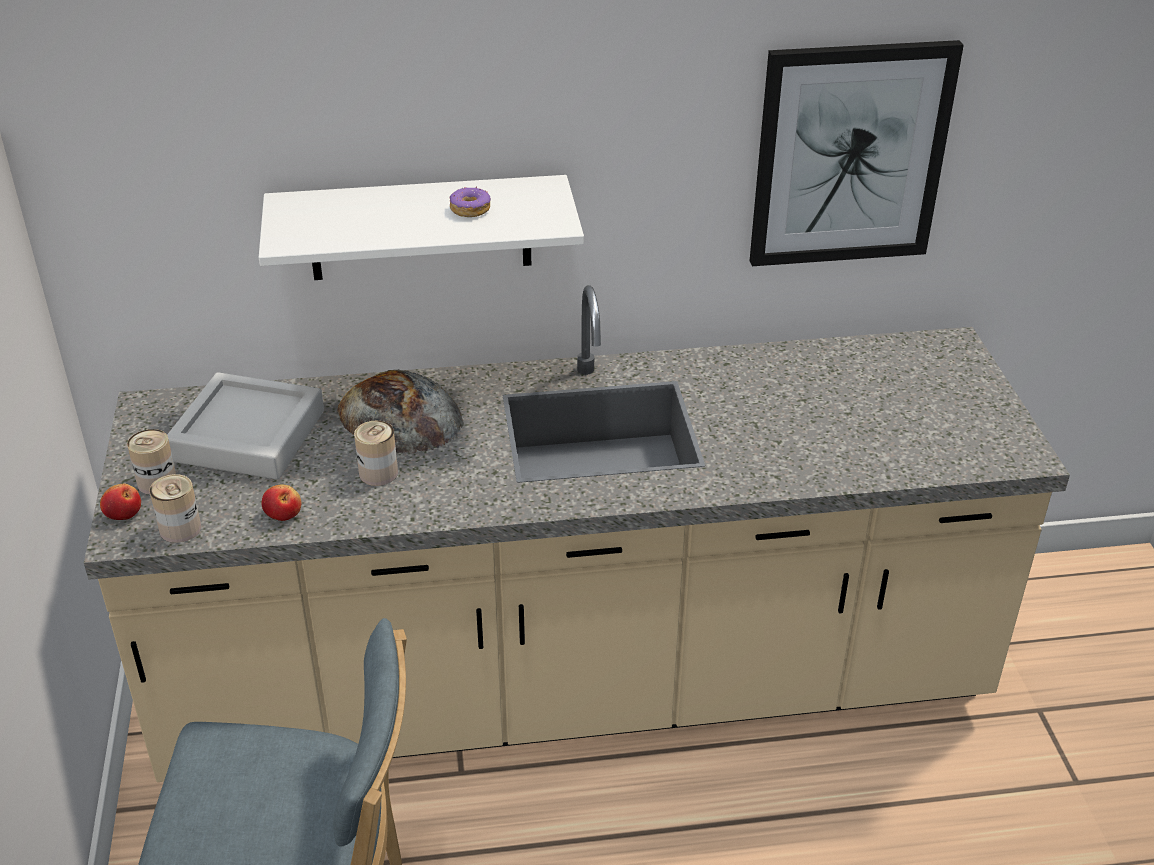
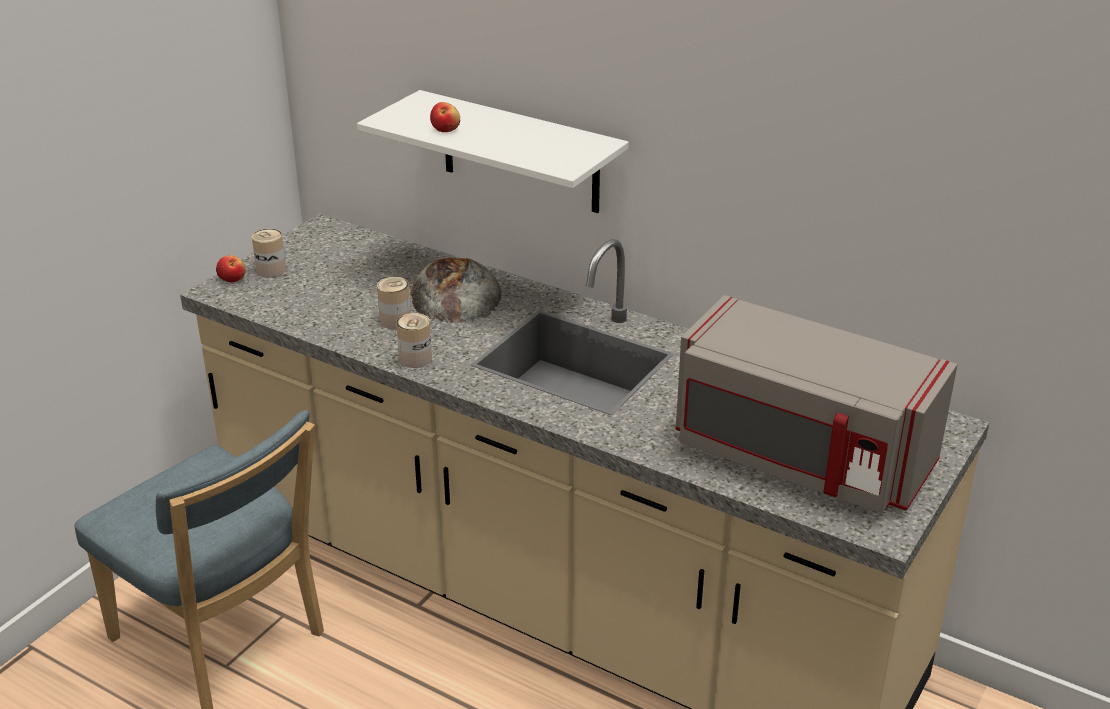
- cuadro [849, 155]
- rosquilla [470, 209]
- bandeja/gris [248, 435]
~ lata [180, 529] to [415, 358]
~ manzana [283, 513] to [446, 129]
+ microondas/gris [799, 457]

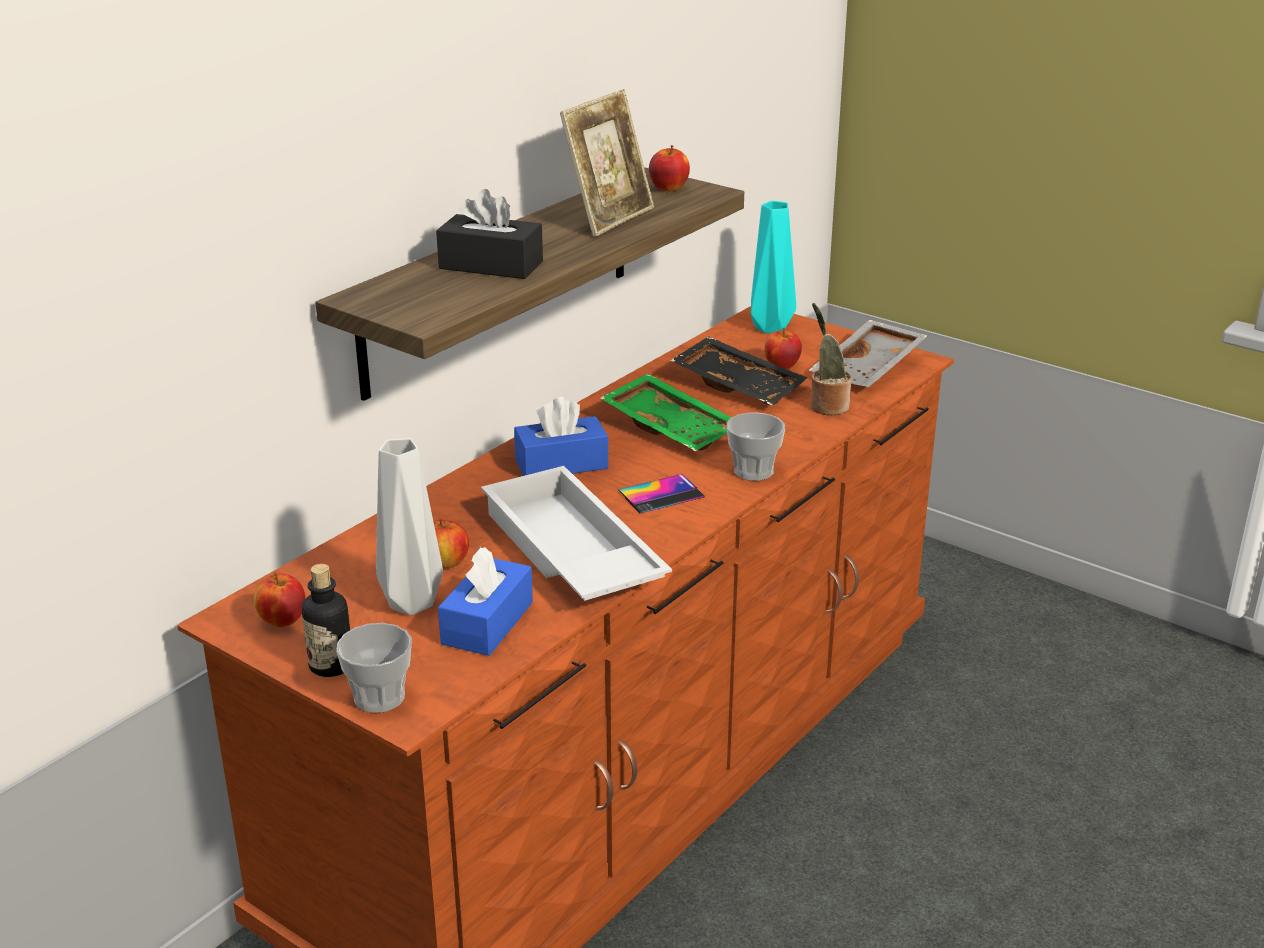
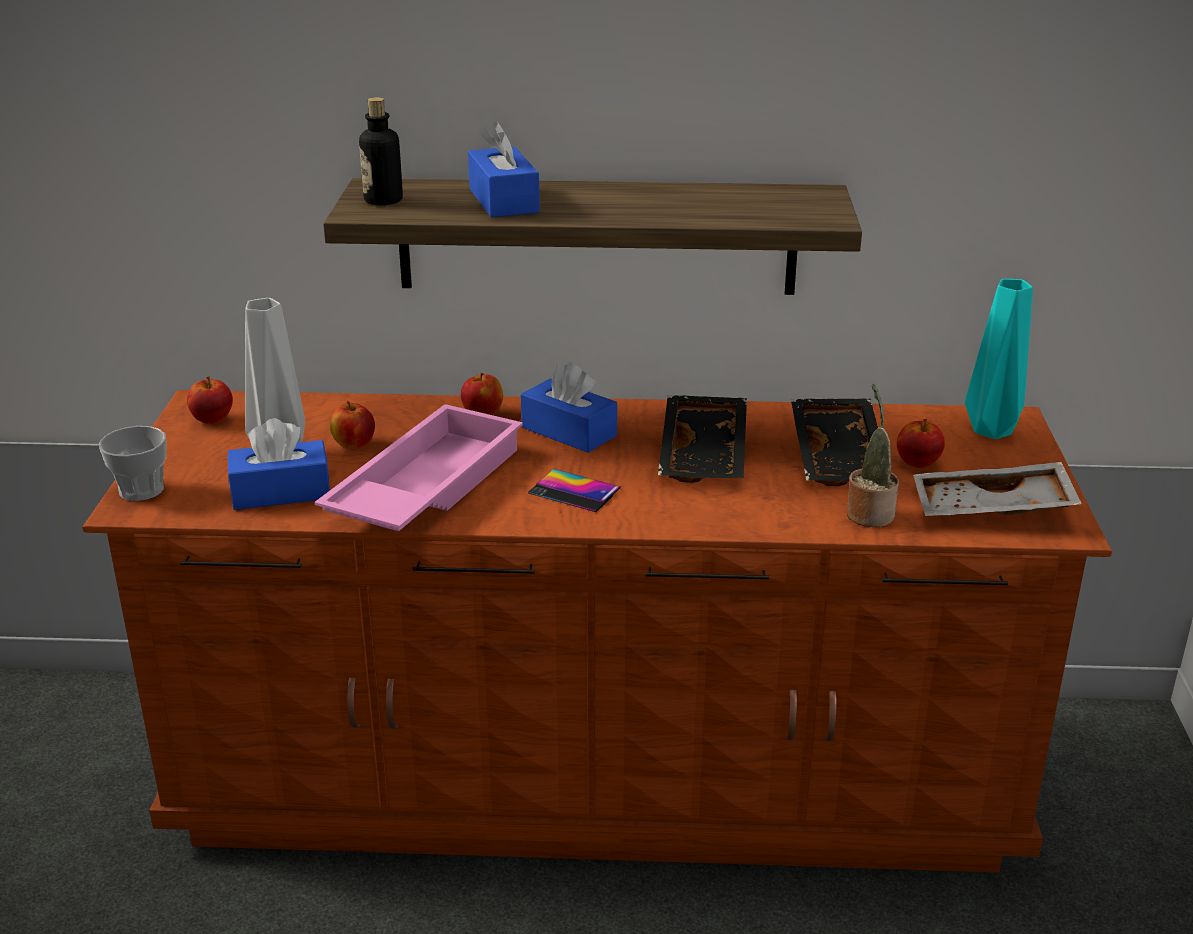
- portarretratos [609, 218]
~ manzana [668, 188] to [482, 414]
~ caja de pañuelos/negro [491, 265] to caja de pañuelos/azul [503, 201]
~ bandeja/verde [672, 427] to bandeja/negro [706, 454]
- taza [753, 471]
~ bandeja/blanco [568, 553] to bandeja/rosa [424, 486]
~ botella [331, 665] to [383, 200]

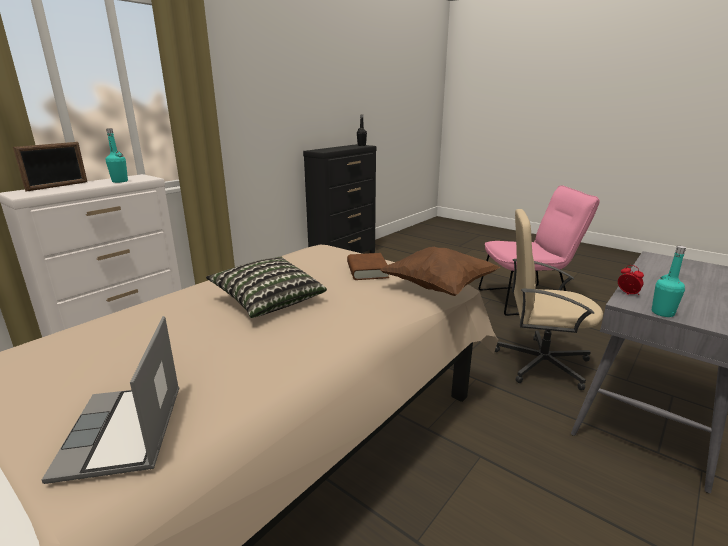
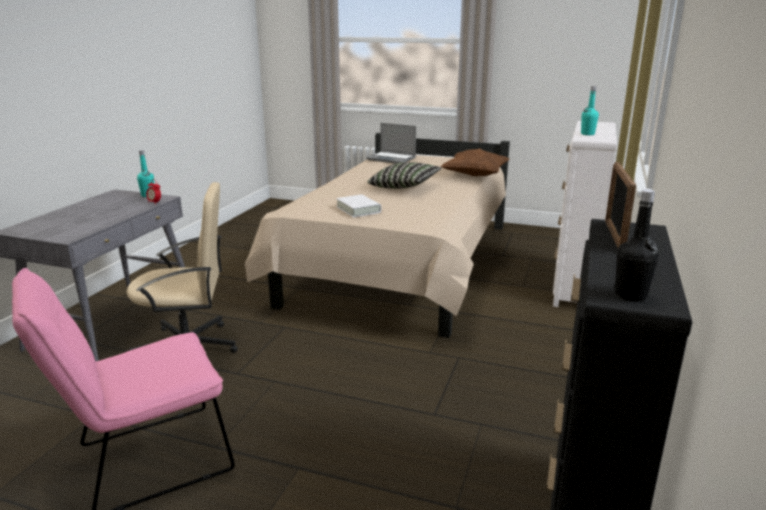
~ portarretratos [58, 186] to [614, 236]
~ cojín/marrón [439, 287] to [475, 176]
~ libro/marrón [367, 271] to libro/blanco [358, 209]
~ portátil [124, 433] = [392, 159] 150 degrees clockwise

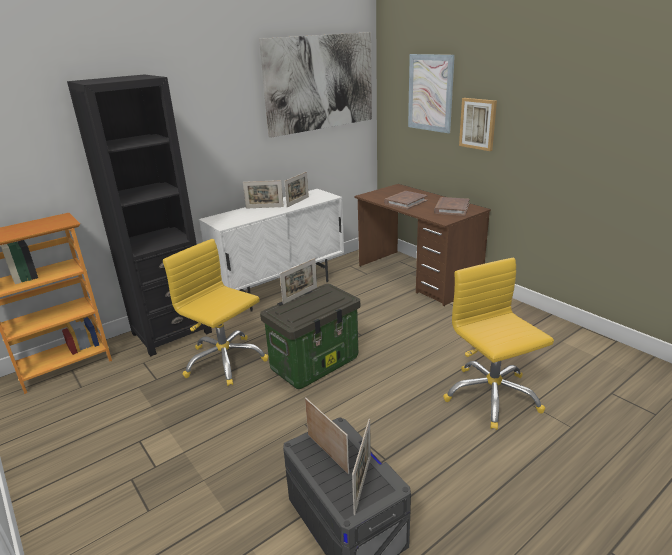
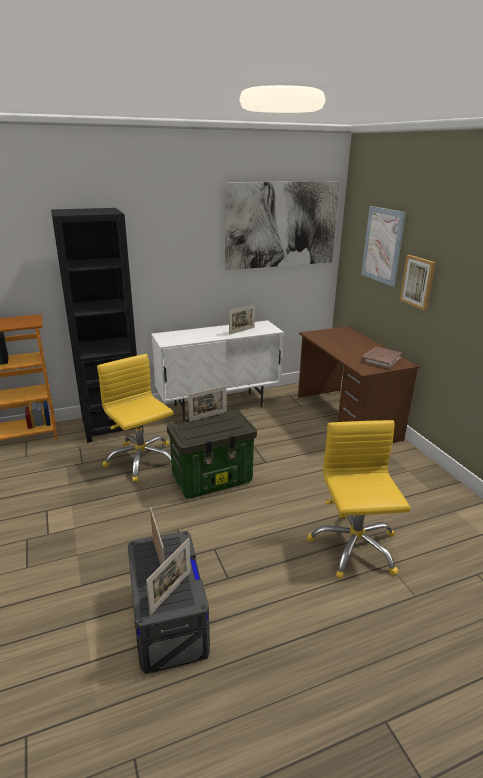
- portarretratos [264, 207]
- libro/marrón [405, 202]

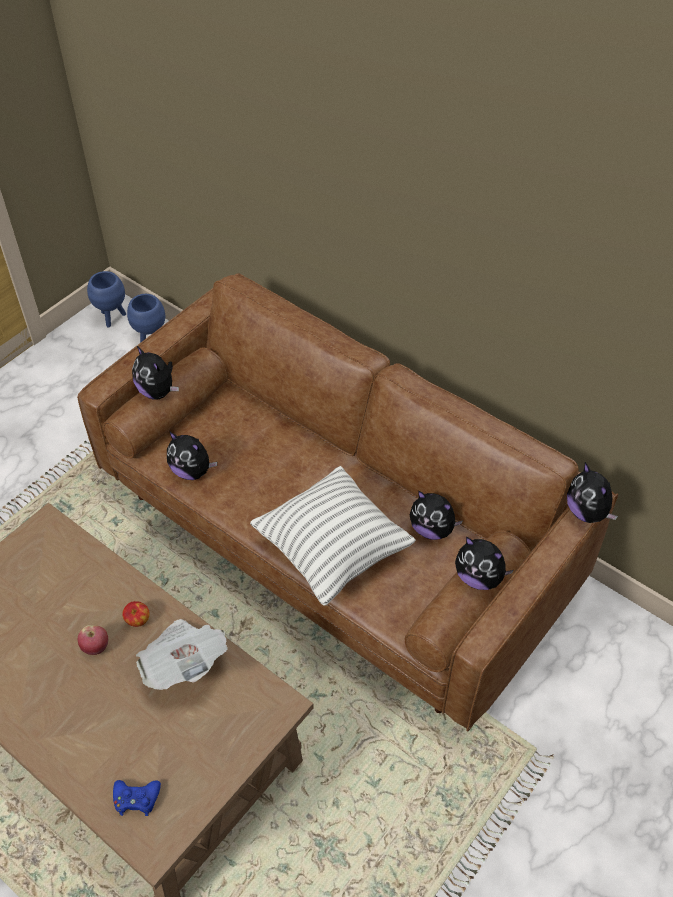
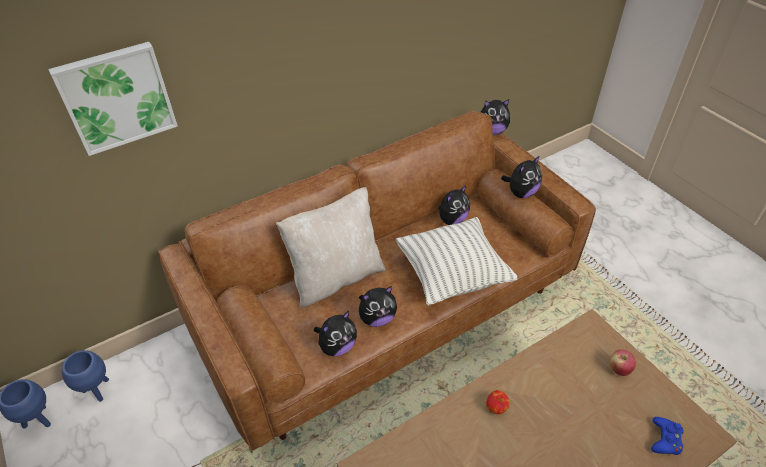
~ peluche [158, 391] to [377, 318]
- periódico [184, 663]
~ manzana [96, 647] to [618, 369]
+ cuadro [116, 97]
+ cojín/beis [336, 277]

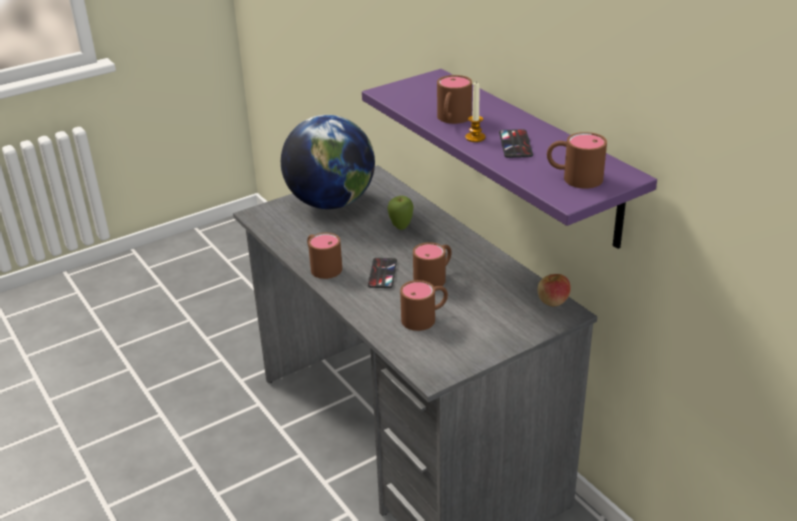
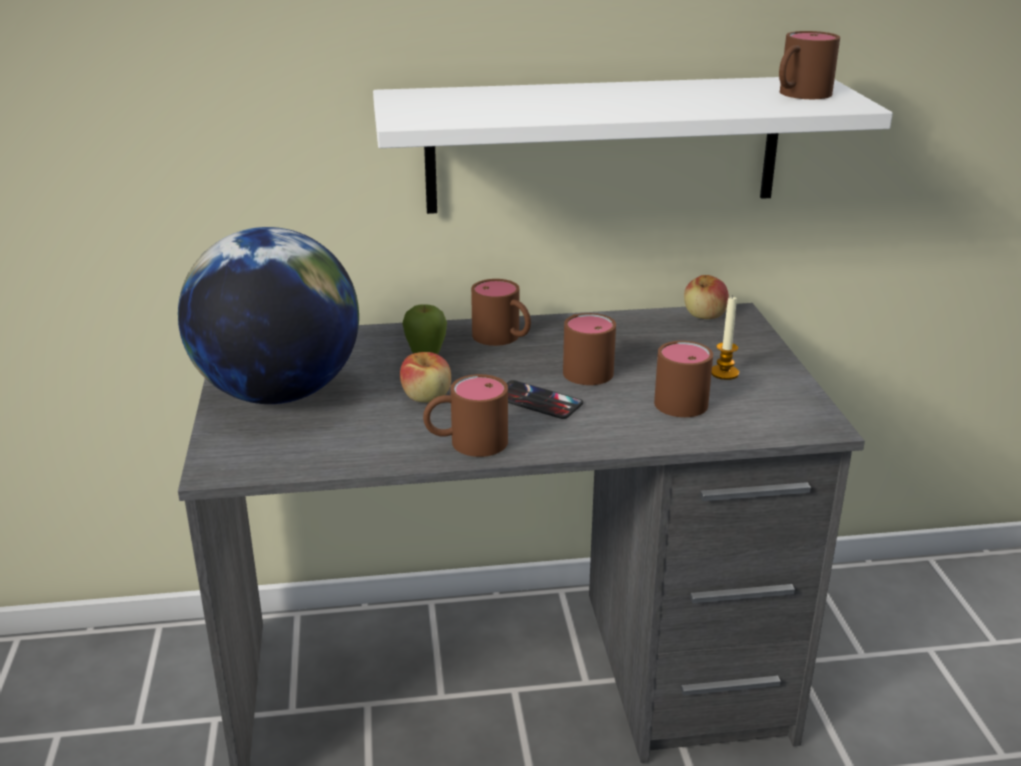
~ estante/morado [534, 156] to estante/blanco [603, 144]
~ taza grande/marrón [452, 119] to [504, 338]
~ vela [475, 137] to [724, 373]
- móvil [515, 144]
+ manzana [427, 397]

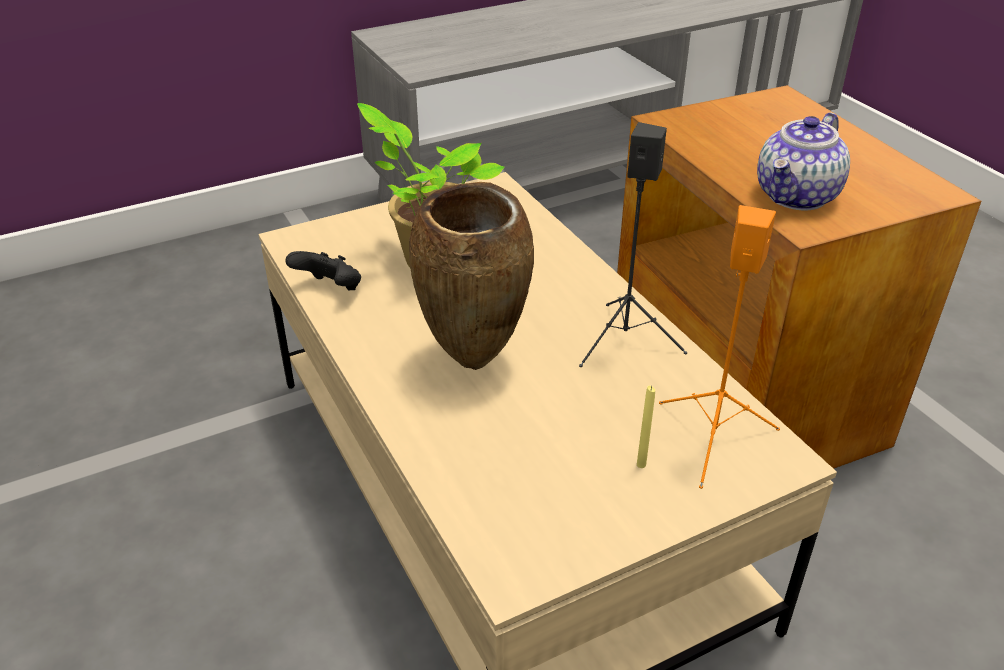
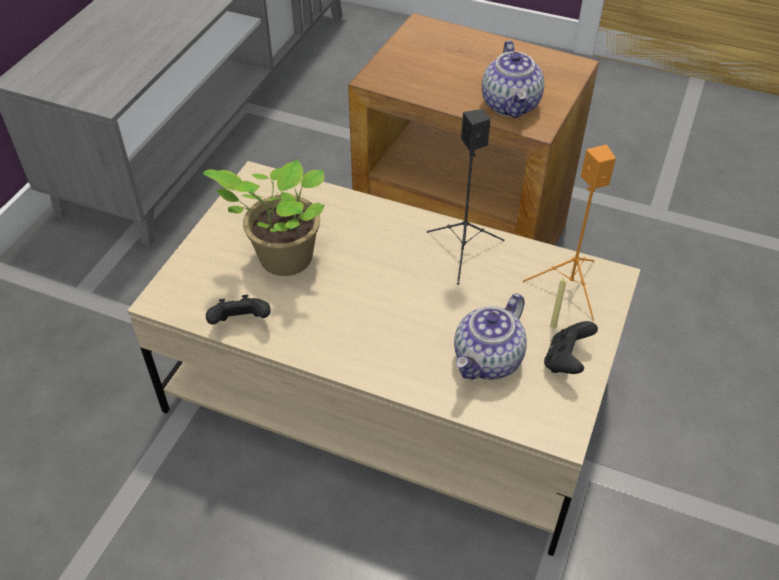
- florero/marrón [475, 361]
+ tetera [488, 360]
+ mando de consola/negro [566, 361]

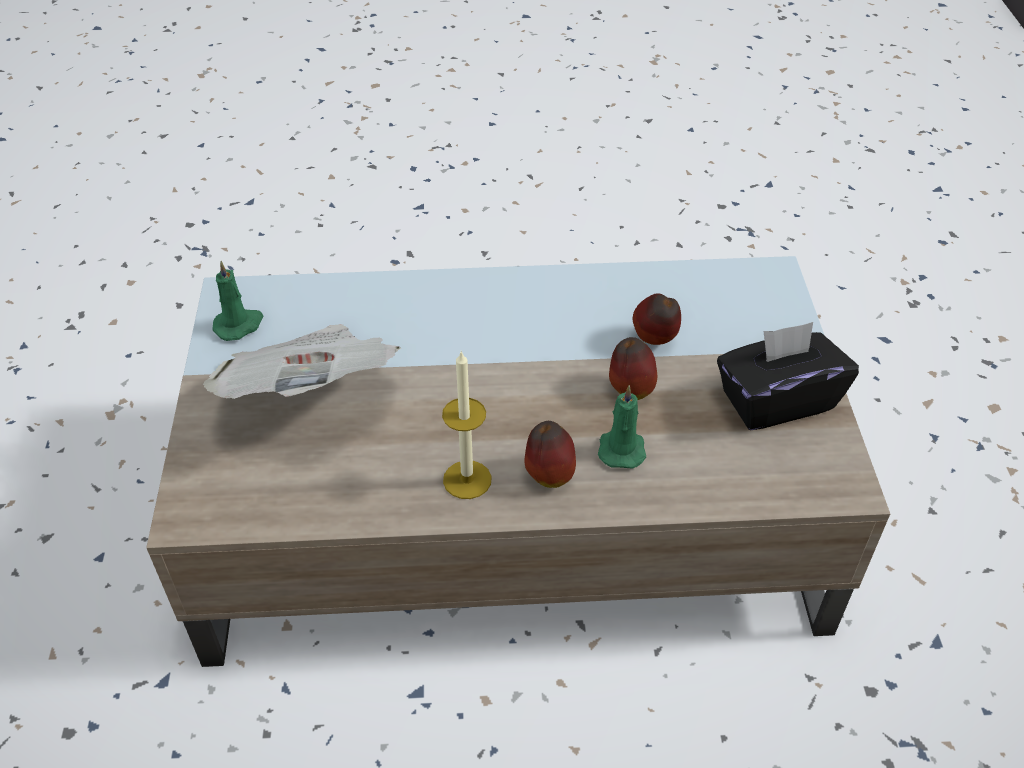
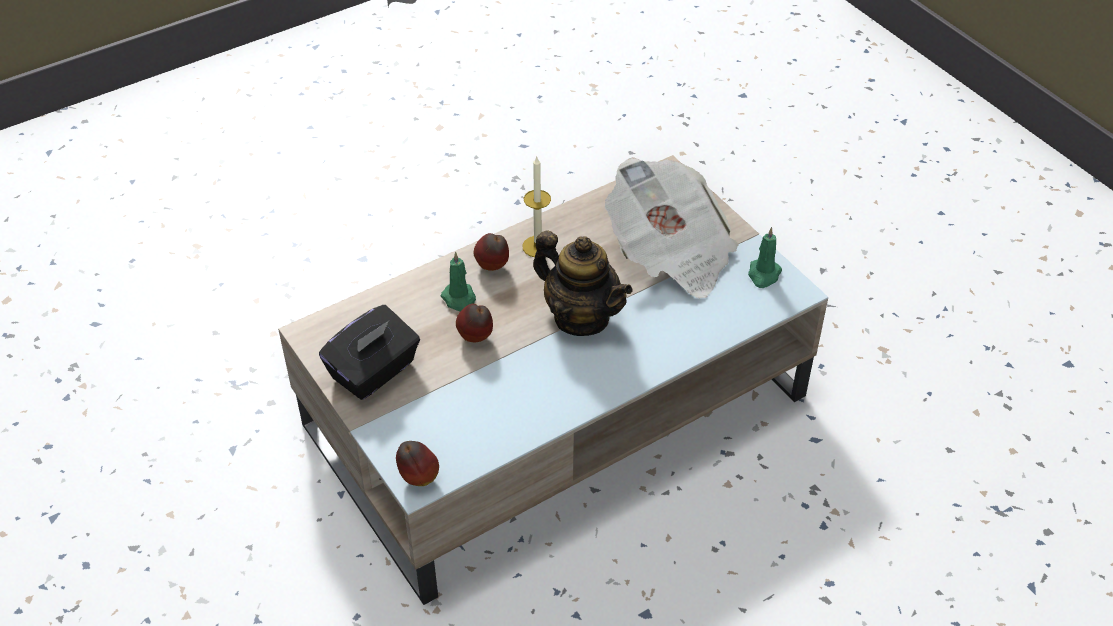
~ manzana [655, 340] to [418, 478]
+ tetera [581, 317]

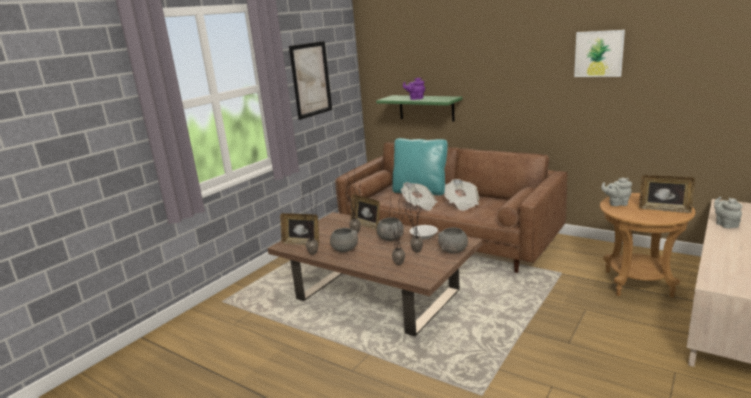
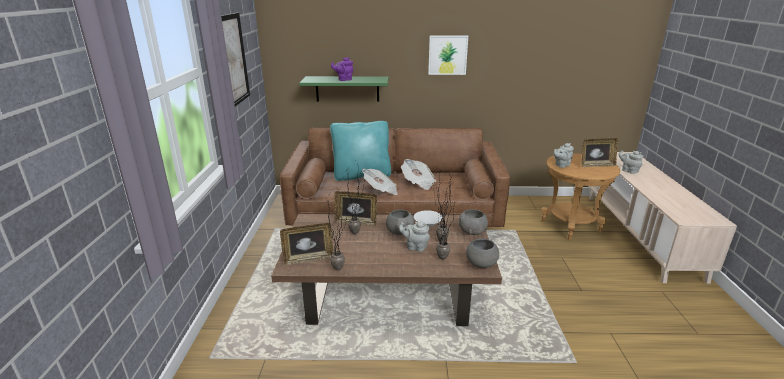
~ cuadro [599, 54] to [447, 55]
~ cuenco/gris [344, 249] to [481, 264]
+ tetera/gris [415, 247]

